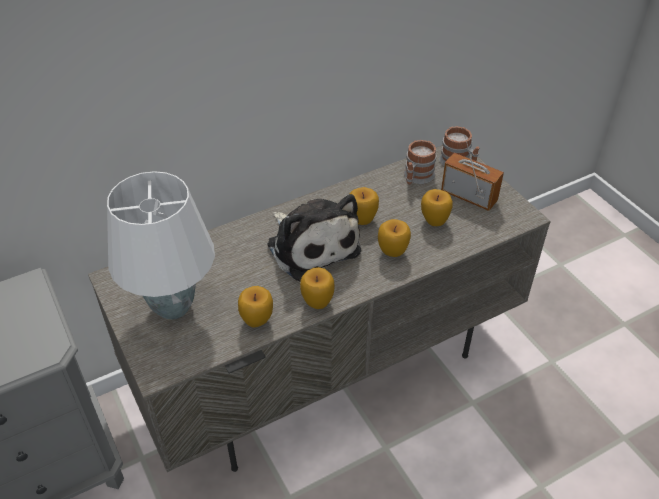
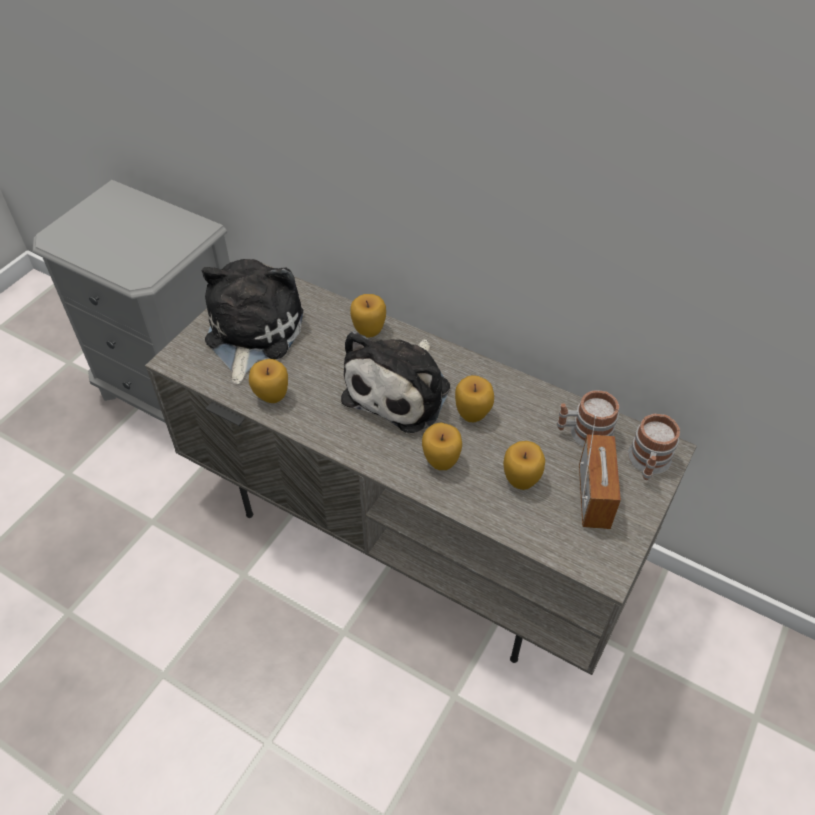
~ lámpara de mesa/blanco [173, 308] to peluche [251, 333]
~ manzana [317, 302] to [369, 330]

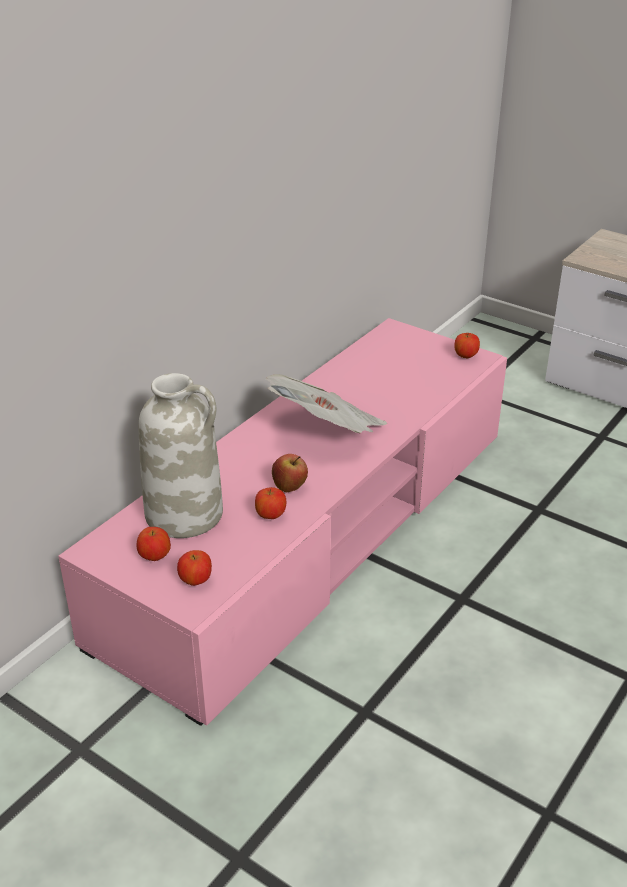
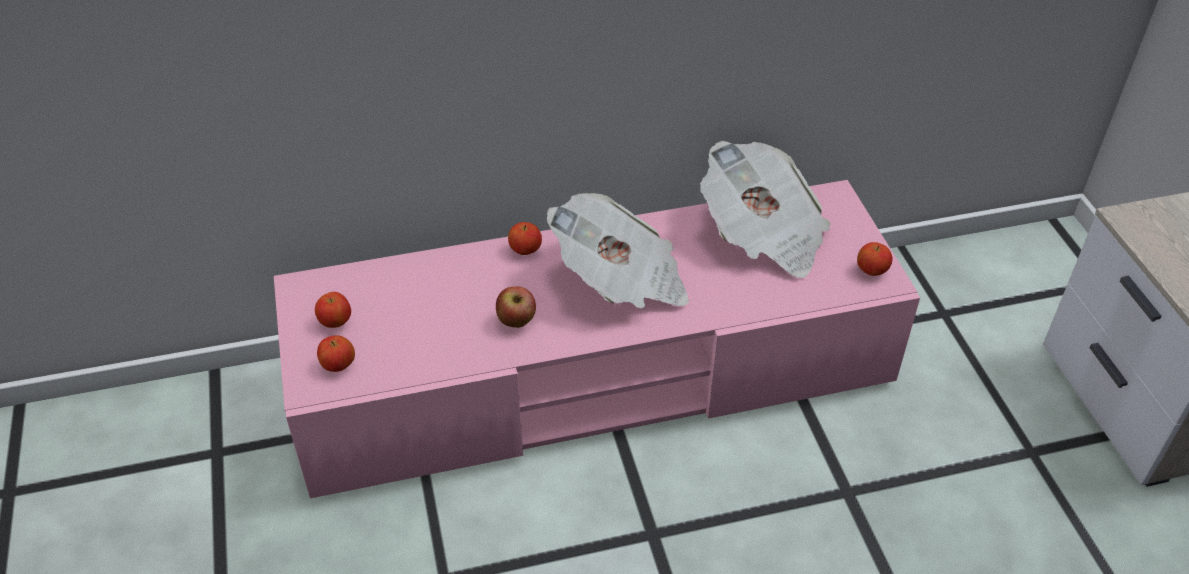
- florero/blanco [186, 514]
~ manzana [270, 516] to [525, 250]
+ periódico [763, 235]

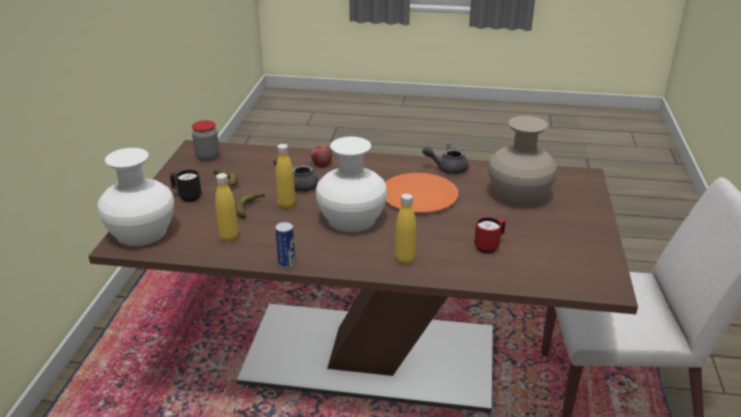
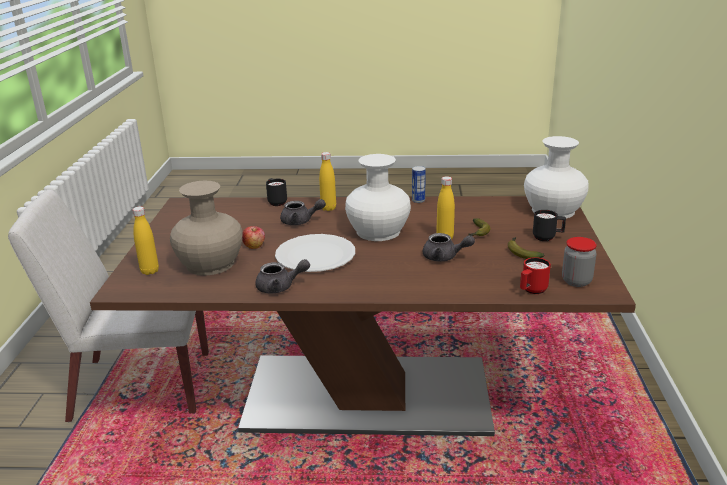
~ manzana [321, 164] to [254, 246]
~ botella/amarillo [229, 237] to [150, 271]
~ plato/naranja [419, 195] to plato/blanco [315, 255]
~ taza grande/rojo [489, 246] to [531, 291]
+ taza grande/negro [276, 202]
+ tetera/gris [300, 221]

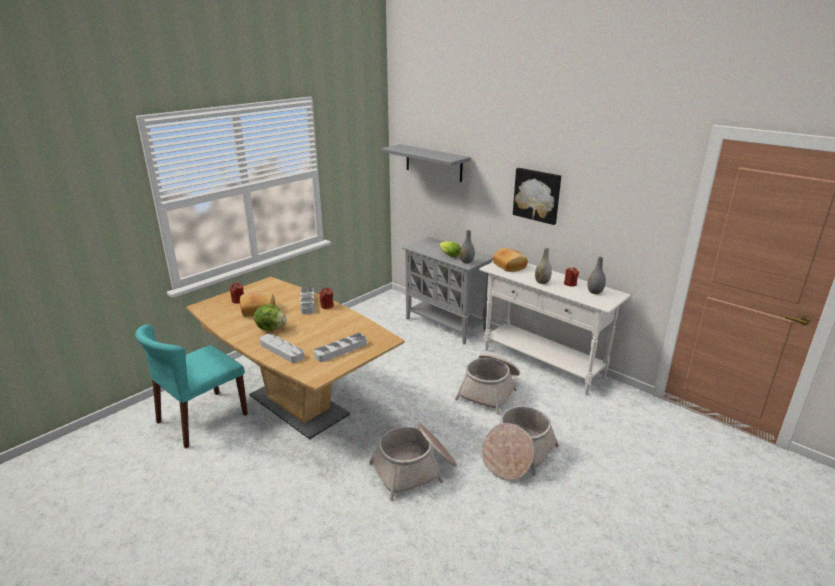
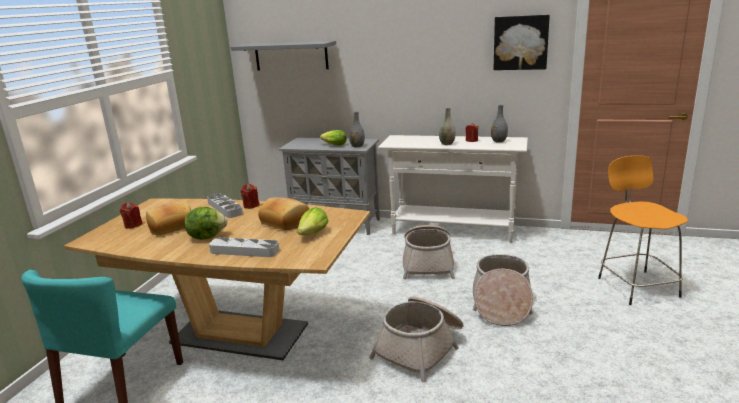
~ cuadro [537, 195] to [520, 42]
~ pan [510, 266] to [286, 222]
~ bandeja/gris [341, 350] to lechuga [313, 233]
+ taburete/naranja [636, 286]

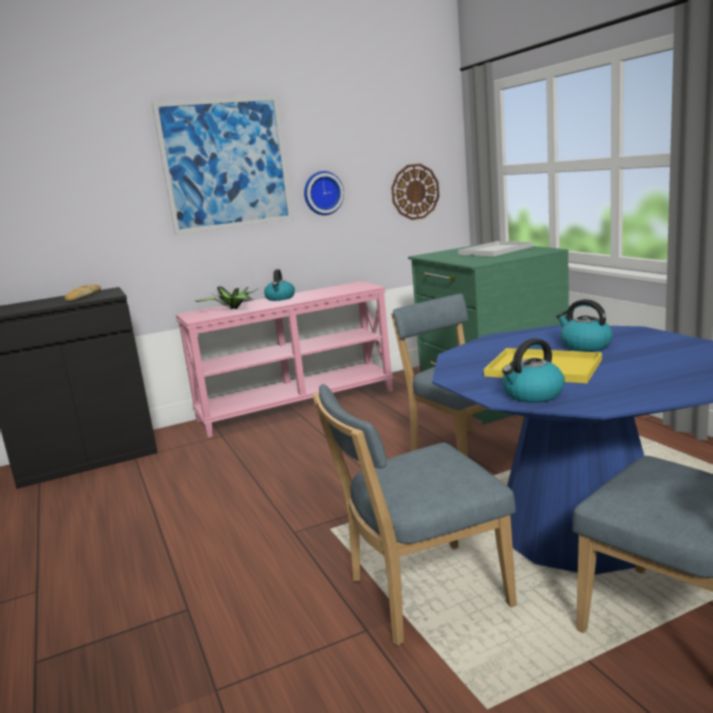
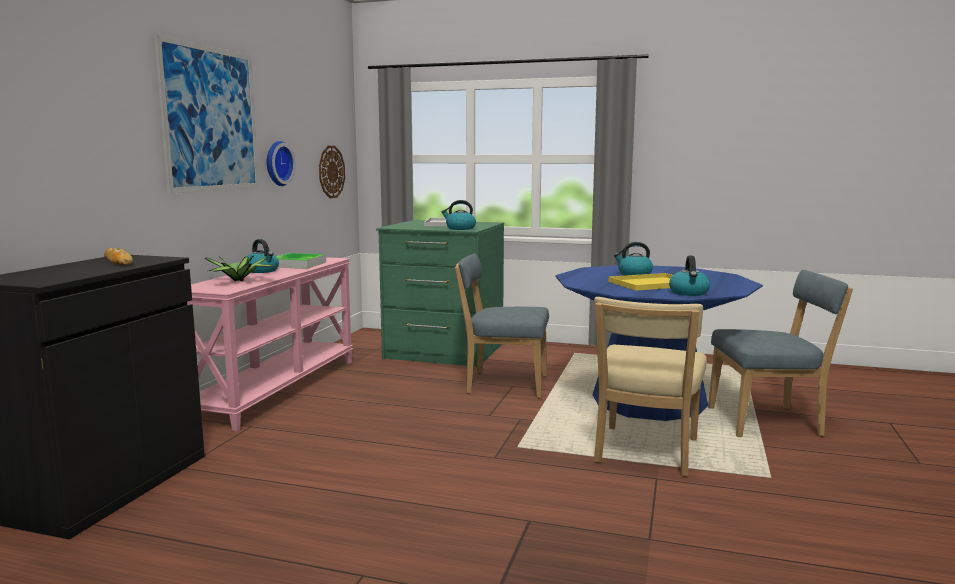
~ silla/azul [421, 594] to silla/beis [645, 453]
+ hervidor [460, 228]
+ bandeja [297, 264]

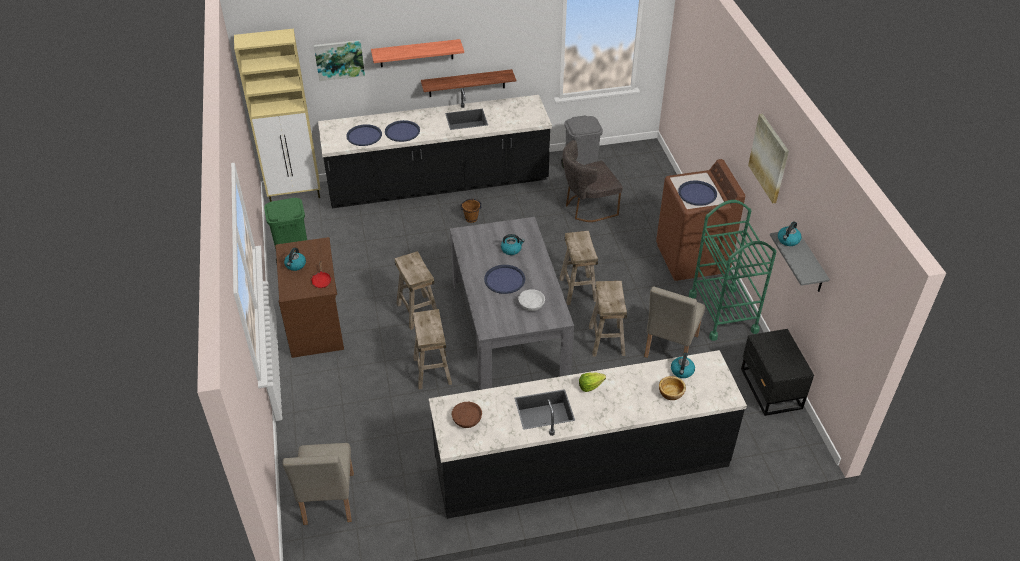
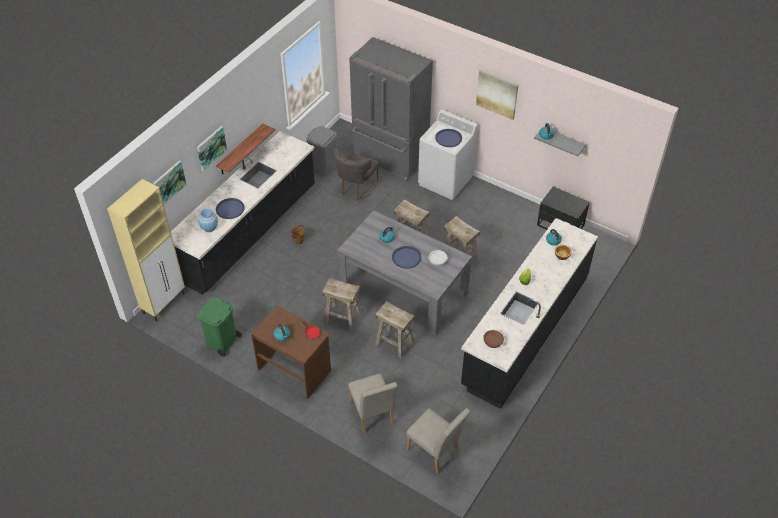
~ estante [416, 53] to cuadro [211, 148]
~ bandeja/azul [364, 136] to florero/azul [209, 227]
~ lavadora/marrón [692, 258] to lavadora/blanco [445, 180]
- carrito/verde [723, 313]
~ silla/beis [669, 349] to [372, 417]
+ nevera/gris [389, 158]

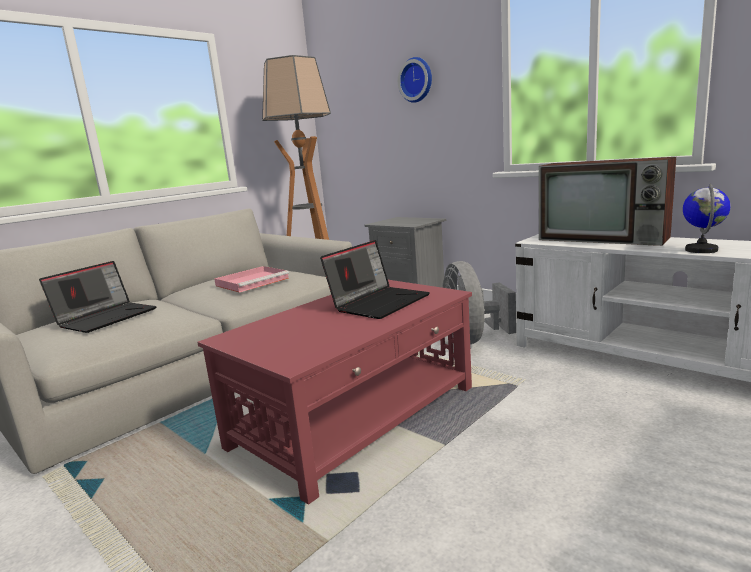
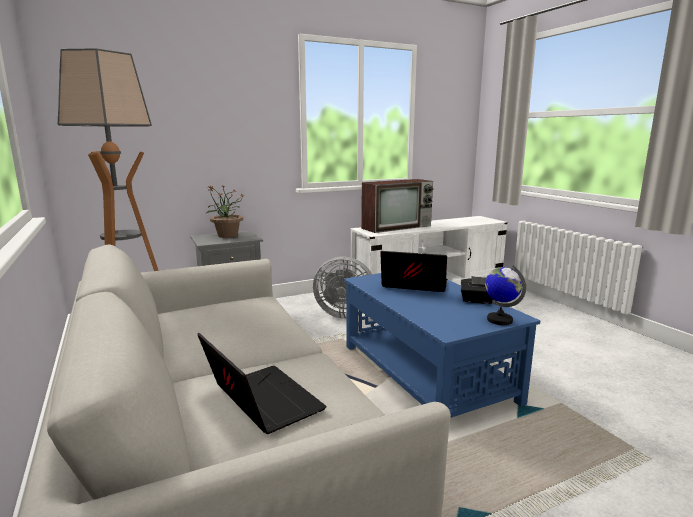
- reloj de pared [417, 80]
~ globo terráqueo [701, 250] to [499, 320]
~ portátil [379, 302] = [413, 286] 45 degrees counterclockwise
- bandeja/rosa [253, 281]
~ mesa de centro/rojo [357, 416] to mesa de centro/azul [425, 372]
+ planta en maceta [227, 235]
+ caja de pañuelos/negro [477, 300]

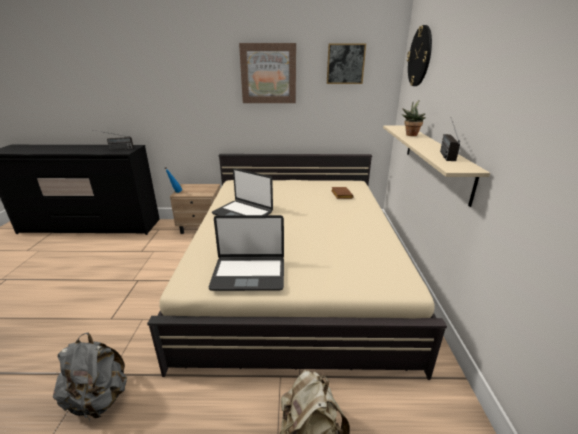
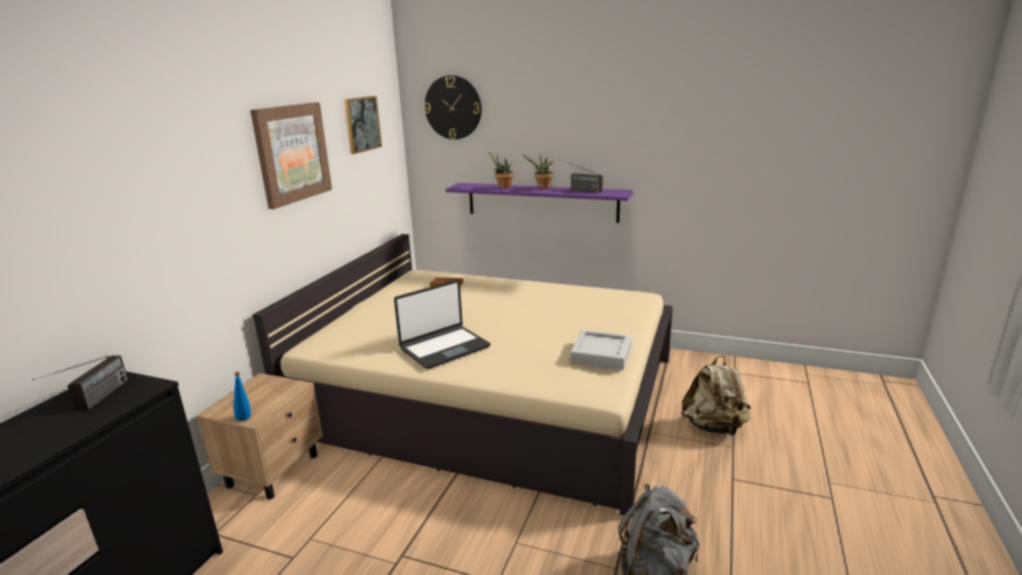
~ estante/beis [436, 159] to estante/morado [541, 202]
~ portátil [249, 273] to bandeja/gris [601, 354]
+ planta en maceta [542, 188]

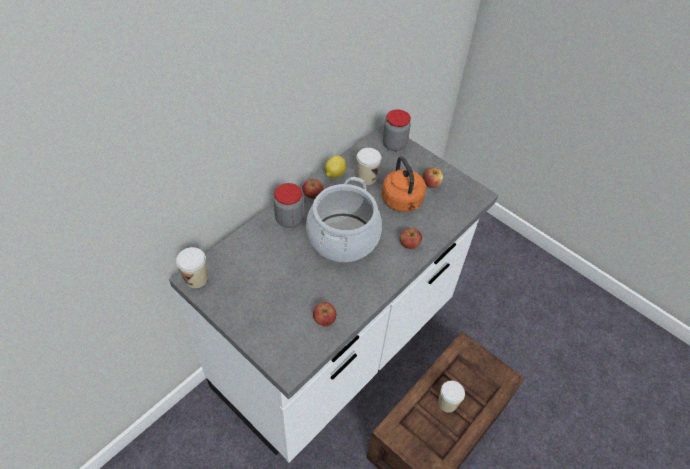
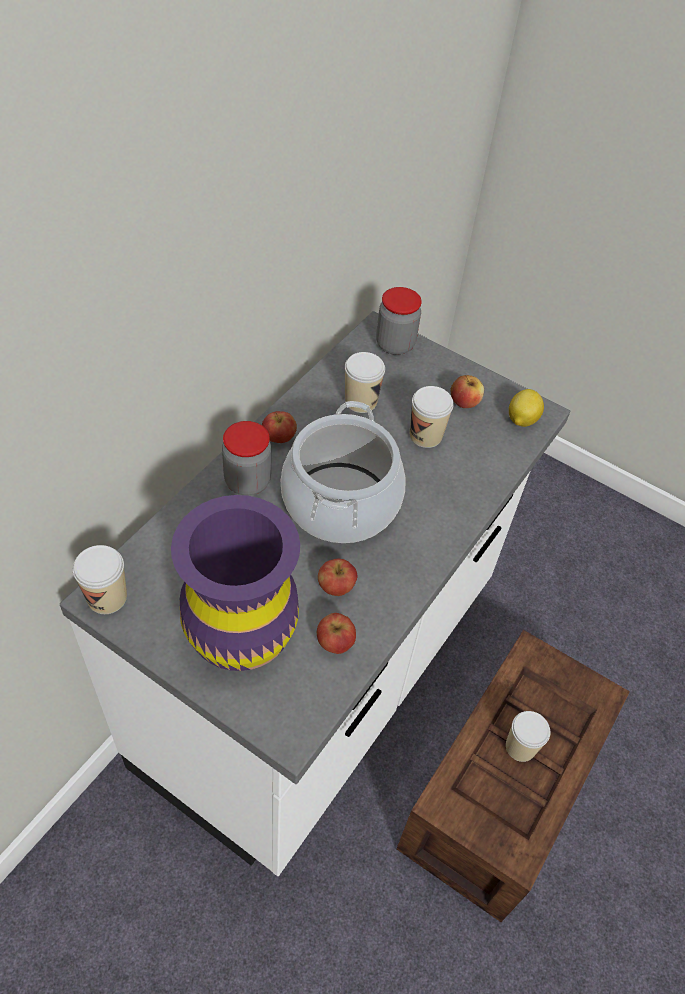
~ limón [334, 174] to [521, 420]
~ hervidor/naranja [403, 202] to taza [425, 435]
~ manzana [409, 244] to [336, 587]
+ florero/morado [241, 633]

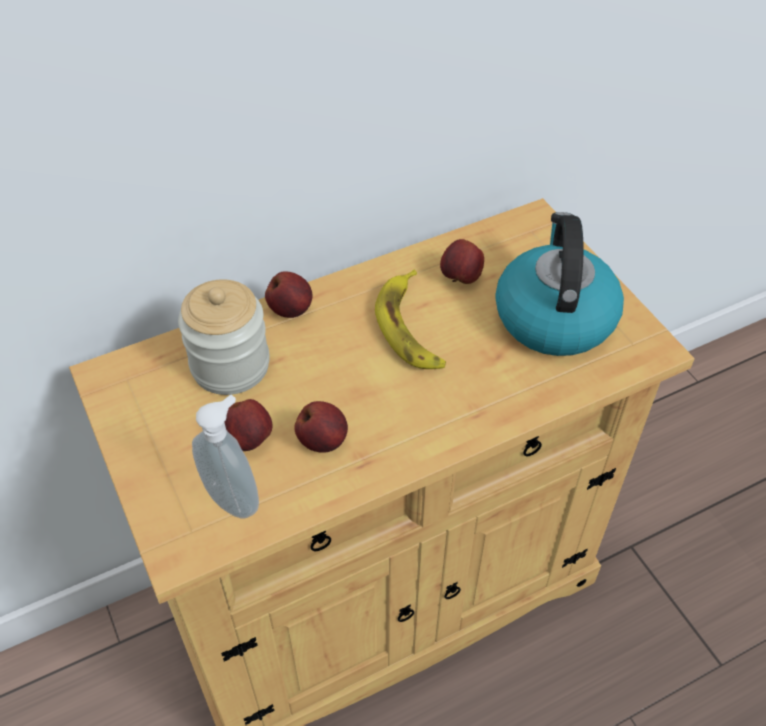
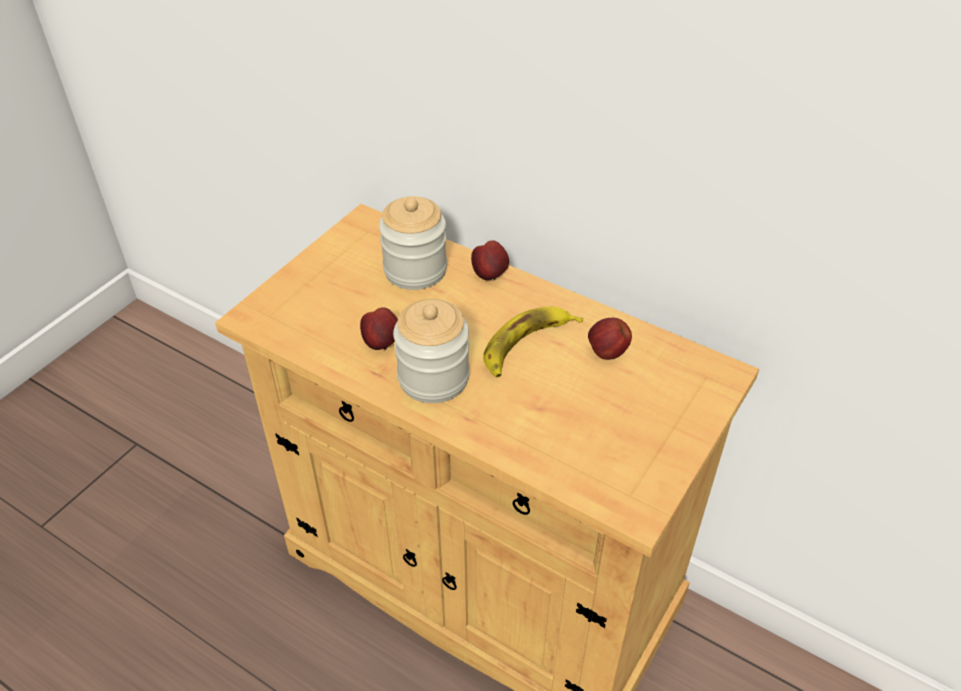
- hervidor [553, 316]
- dispensador de jabón [234, 498]
- manzana [250, 440]
+ tarro [433, 378]

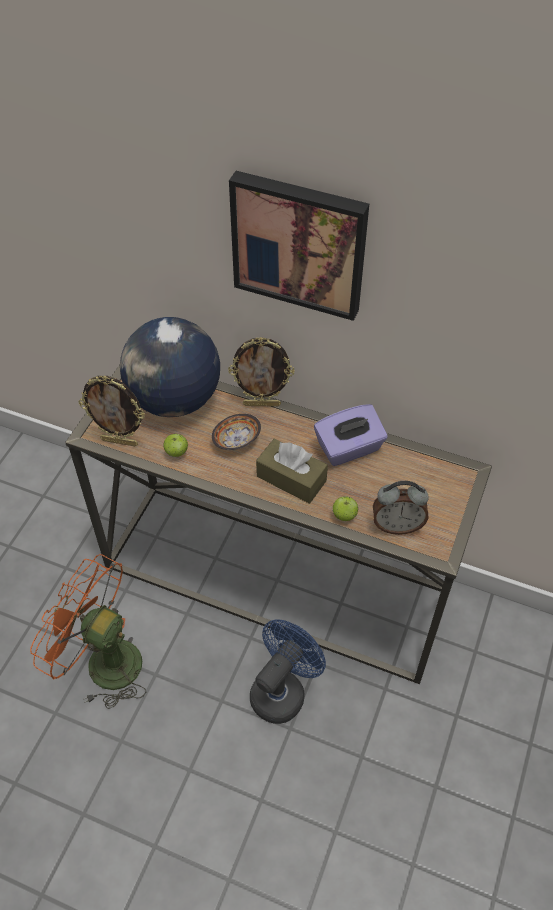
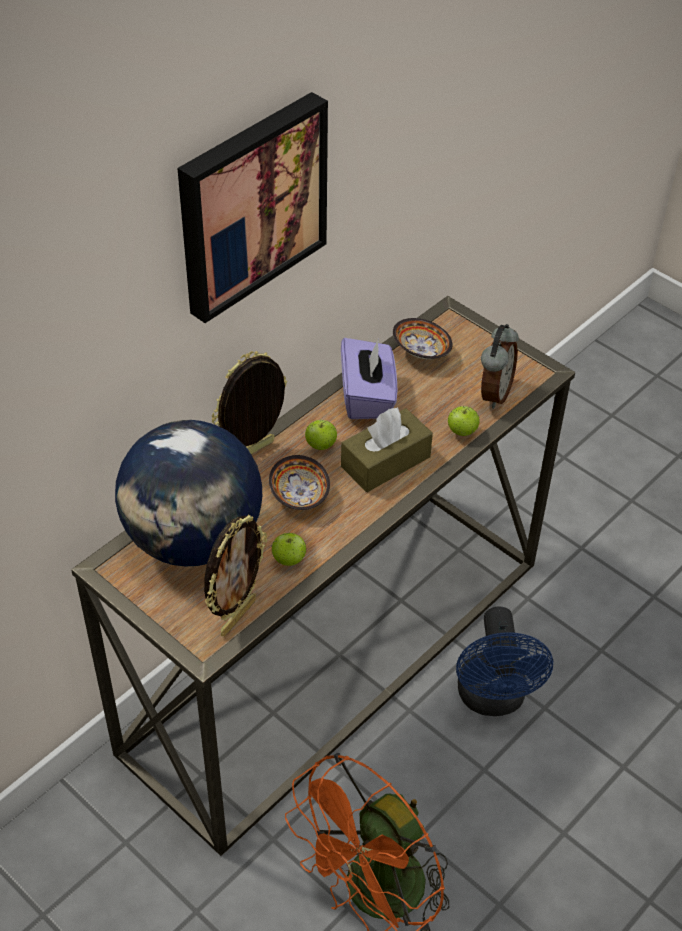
~ portarretratos [262, 404] = [254, 453] 150 degrees counterclockwise
~ ventilador/azul [282, 690] = [493, 699] 150 degrees counterclockwise
+ cuenco [421, 351]
+ manzana [320, 445]

